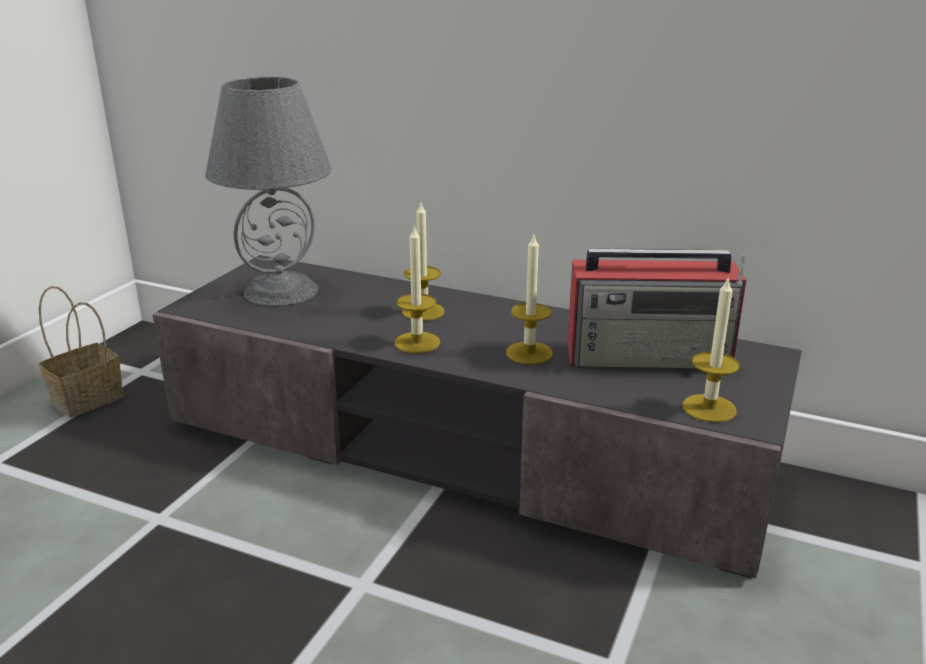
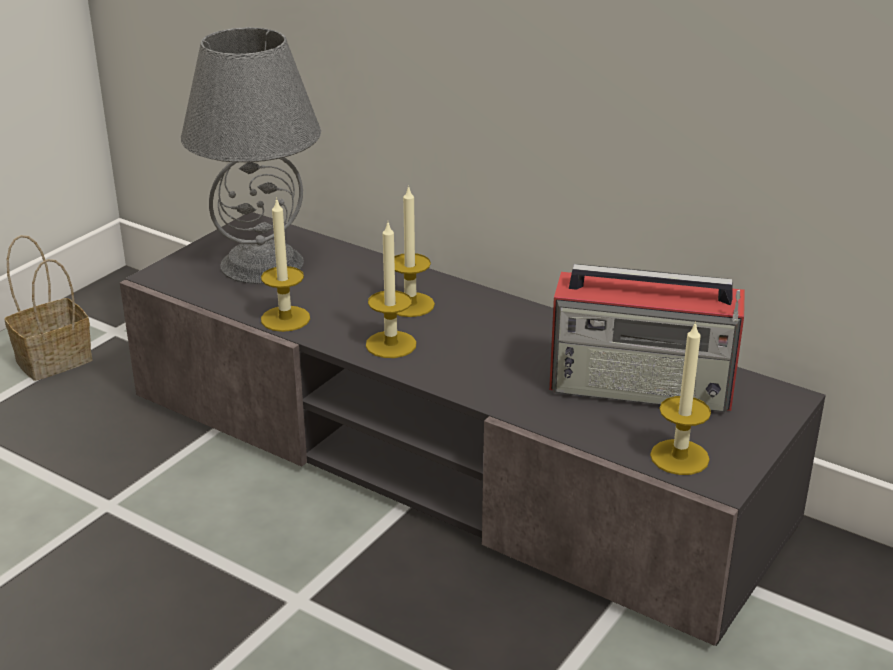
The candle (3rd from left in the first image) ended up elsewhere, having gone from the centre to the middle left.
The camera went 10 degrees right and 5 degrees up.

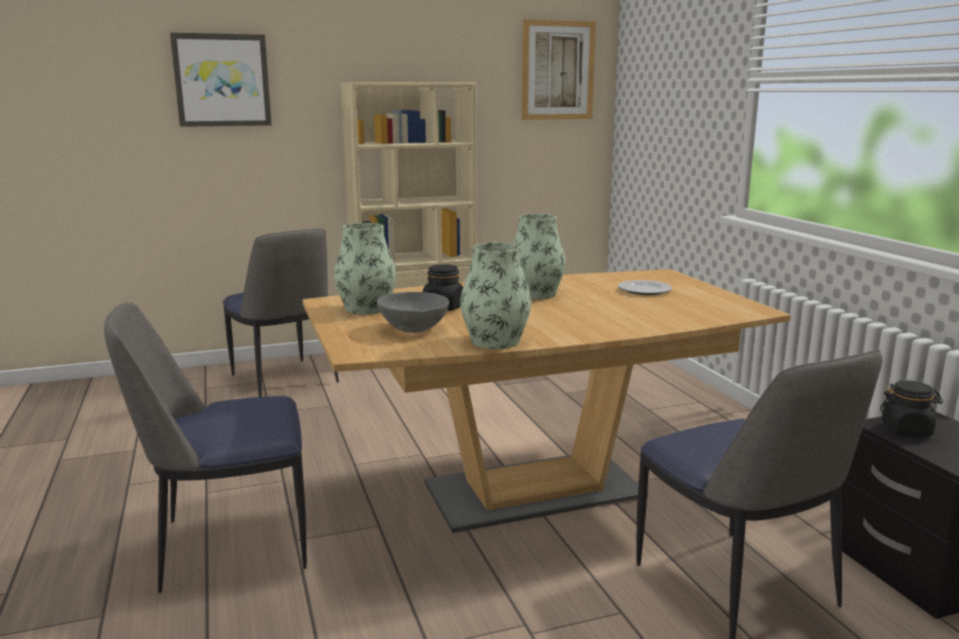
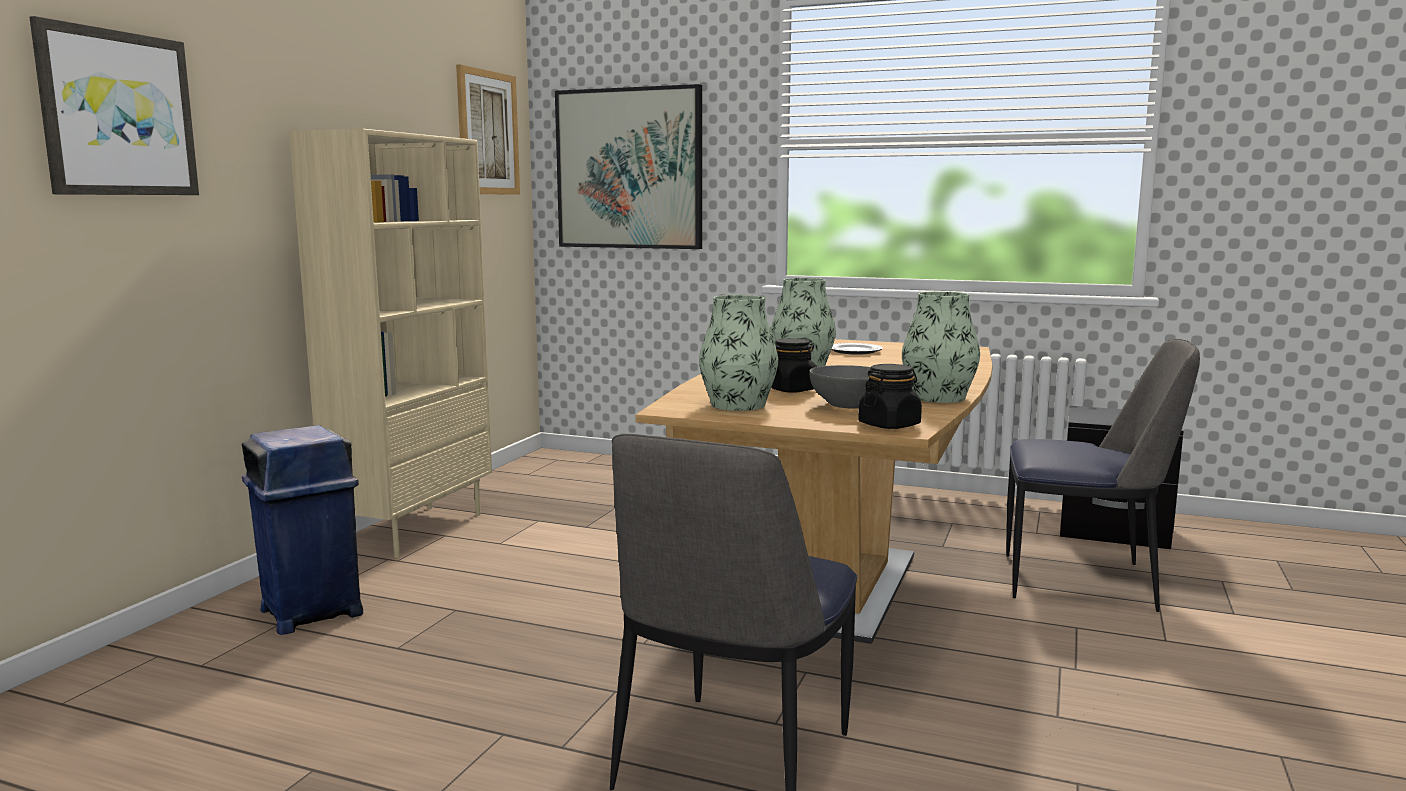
Where the chair (2nd from left) stood at the middle left, the trash can/blue came to stand at the bottom left.
The second view gained the picture (3rd from left) at the top centre.
The jar/black (2nd from left) ended up elsewhere, having gone from the middle right to the centre.
The camera went 50 degrees left and 5 degrees down.

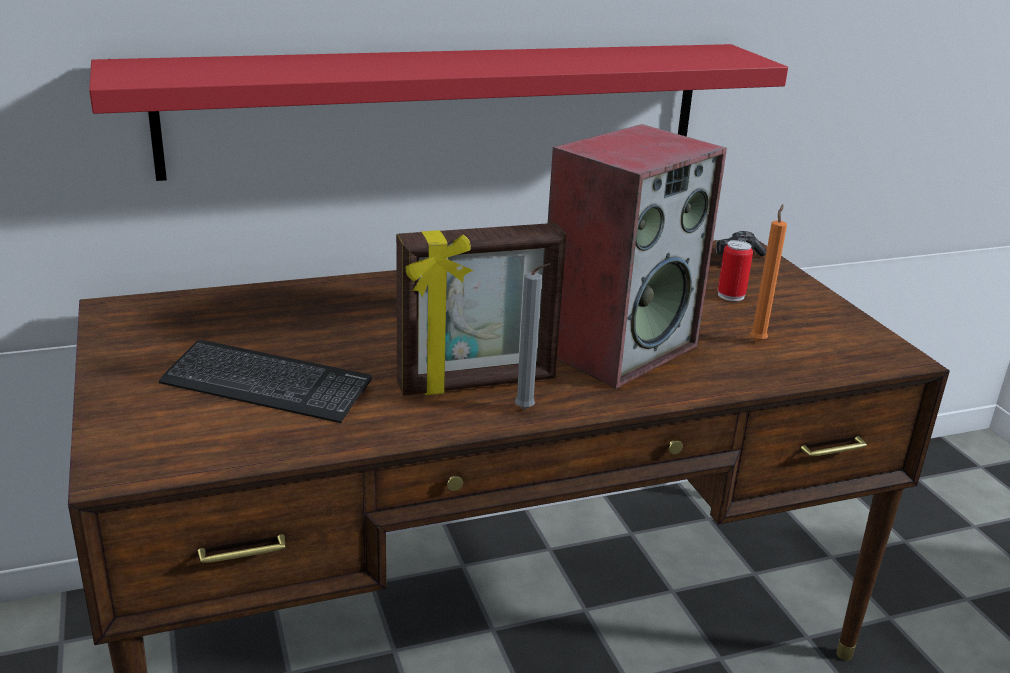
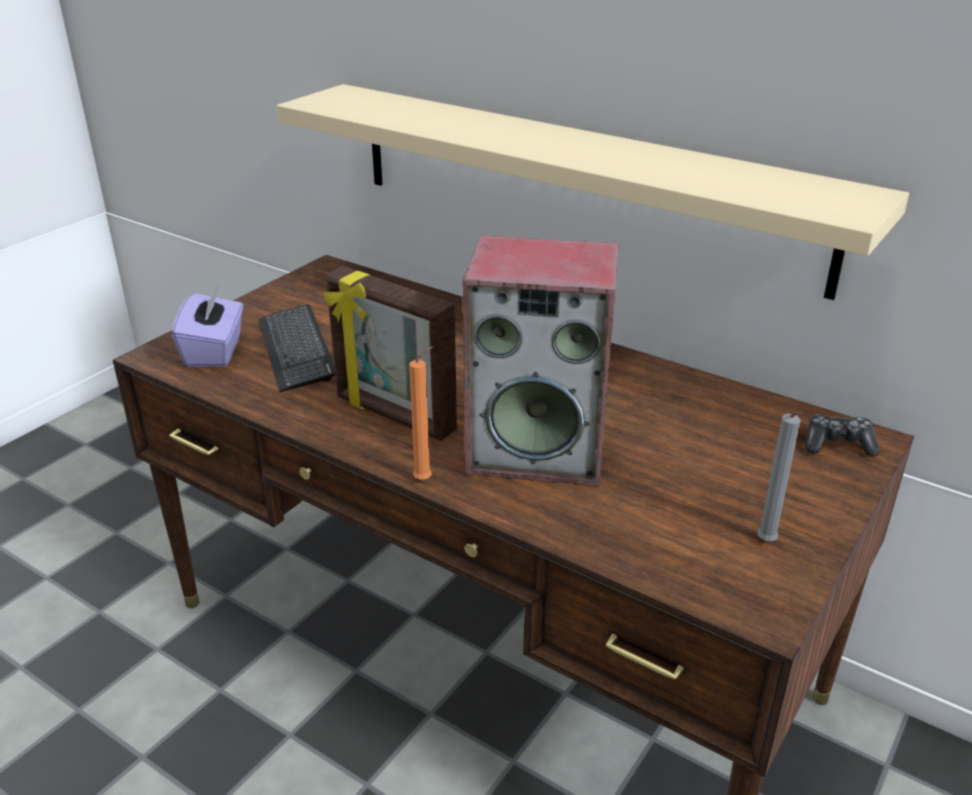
The second view gained the tissue box/purple at the middle left.
What was the shelf/red at the top centre turned into the shelf/beige at the top centre.
The candle/orange ended up elsewhere, having gone from the middle right to the centre.
The candle/grey ended up elsewhere, having gone from the centre to the middle right.
The second view lost the can at the middle right.
The camera went 55 degrees right and 5 degrees up.

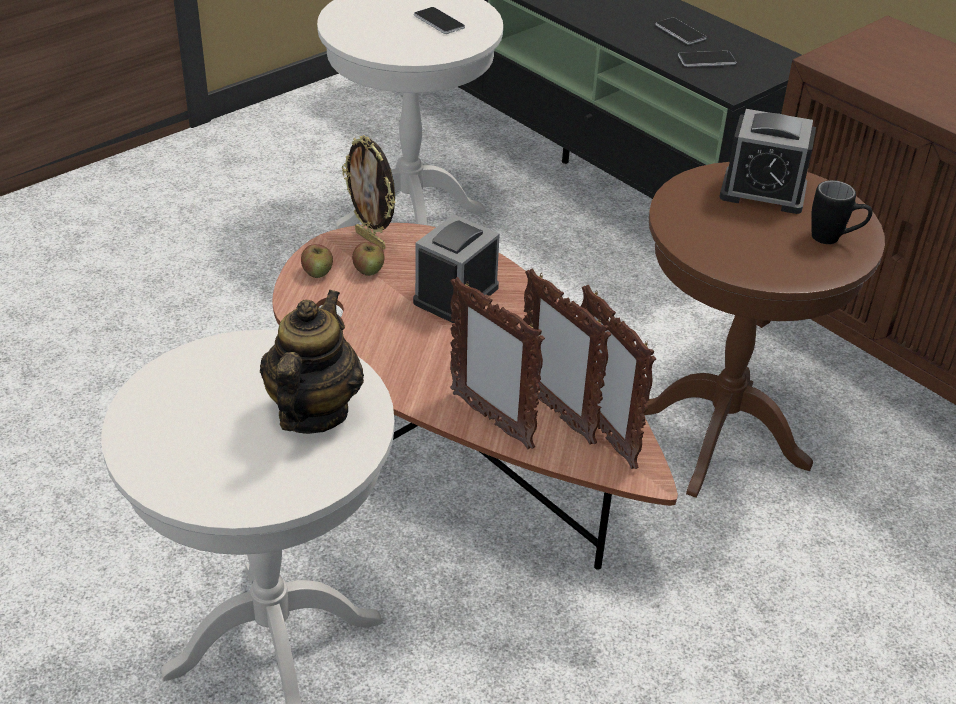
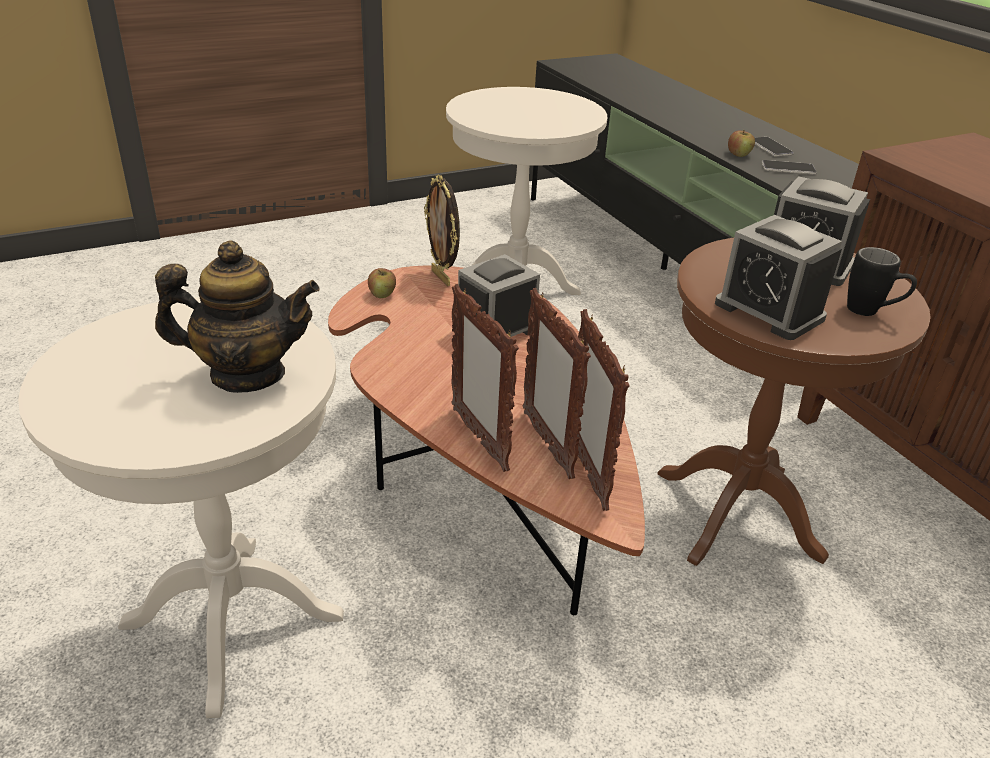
The teapot at the middle left ended up facing another way, 60 degrees clockwise from before.
The second view gained the alarm clock (2nd from left) at the middle right.
The apple (2nd from left) ended up elsewhere, having gone from the centre to the top right.
The second view lost the phone (1st from left) at the top centre.
The camera went 15 degrees right and 5 degrees down.

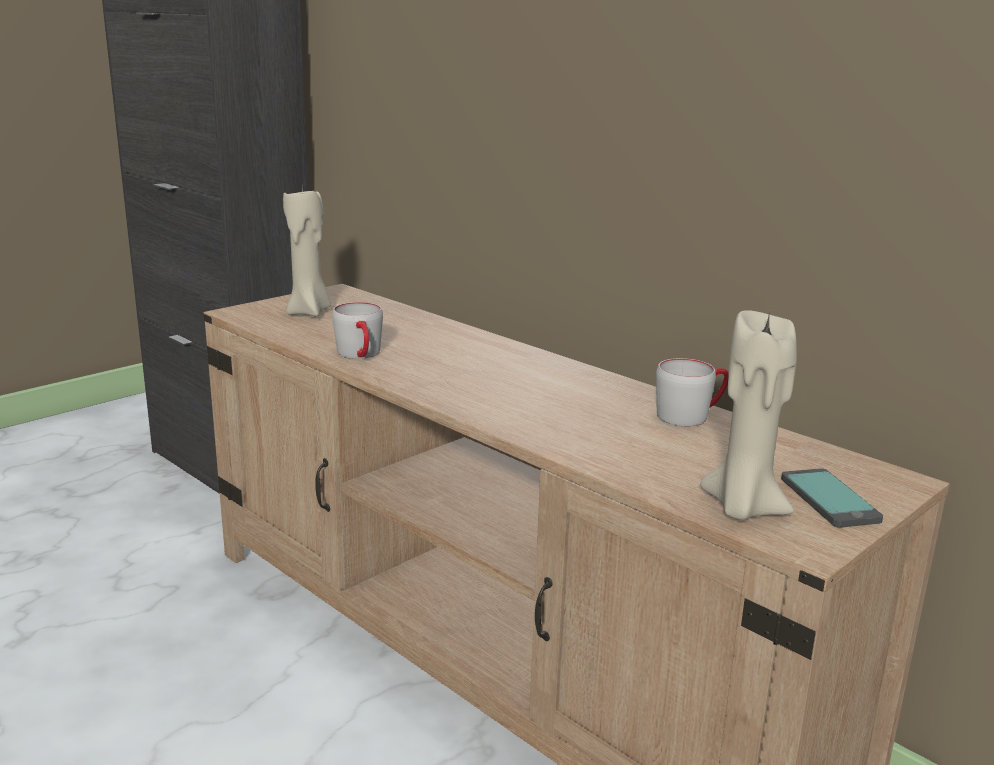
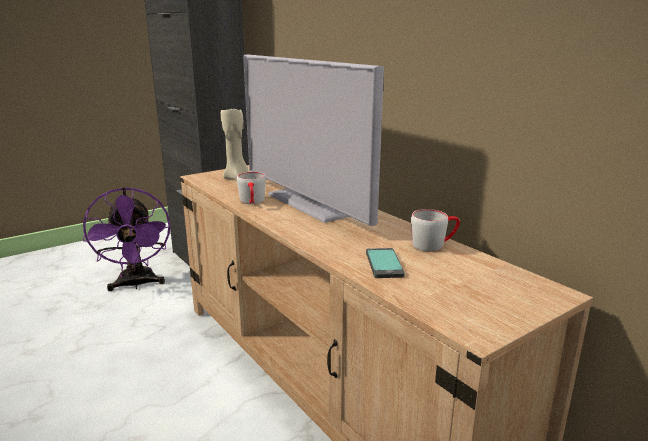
The second view gained the fan/purple at the middle left.
The second view gained the television at the top centre.
The phone ended up elsewhere, having gone from the middle right to the centre.
The second view lost the candle/beige (2nd from left) at the middle right.
The camera went 10 degrees right and 0 degrees up.

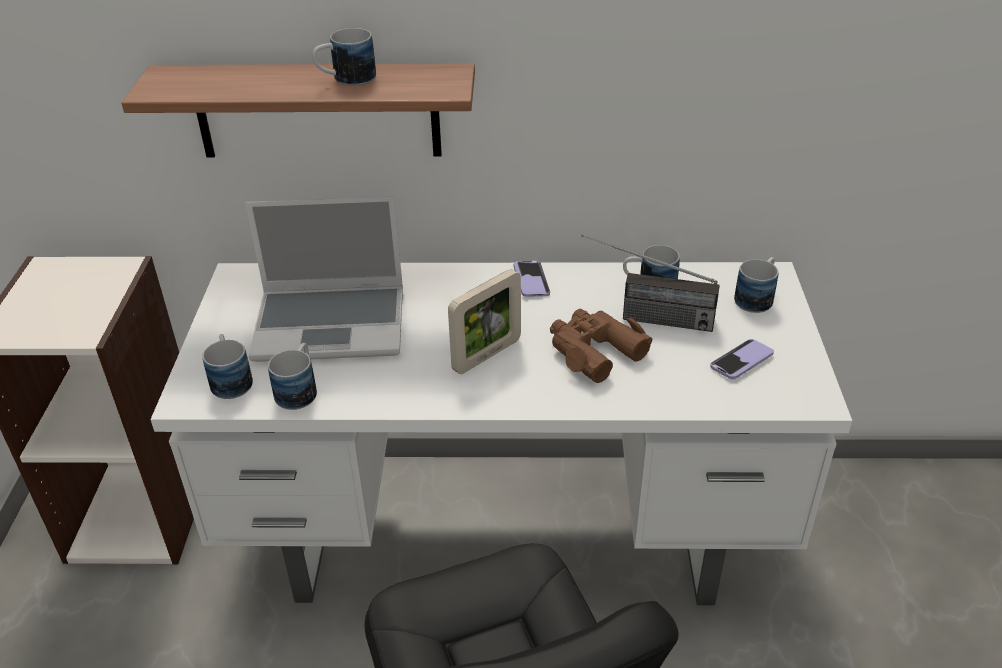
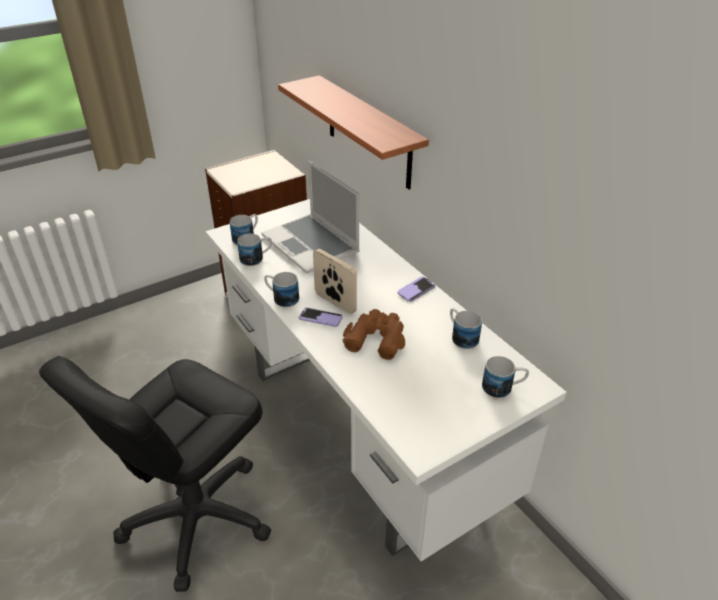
The mug (3rd from left) ended up elsewhere, having gone from the top centre to the centre.
The phone (2nd from left in the first image) ended up elsewhere, having gone from the middle right to the centre.
The picture frame at the centre ended up facing another way, 150 degrees counterclockwise from before.
The second view lost the radio at the centre.
The camera went 55 degrees right and 0 degrees up.

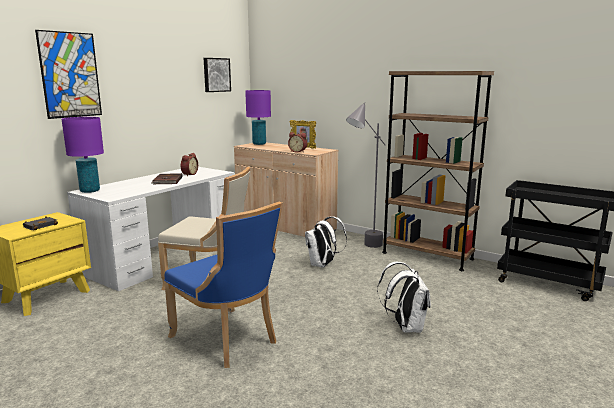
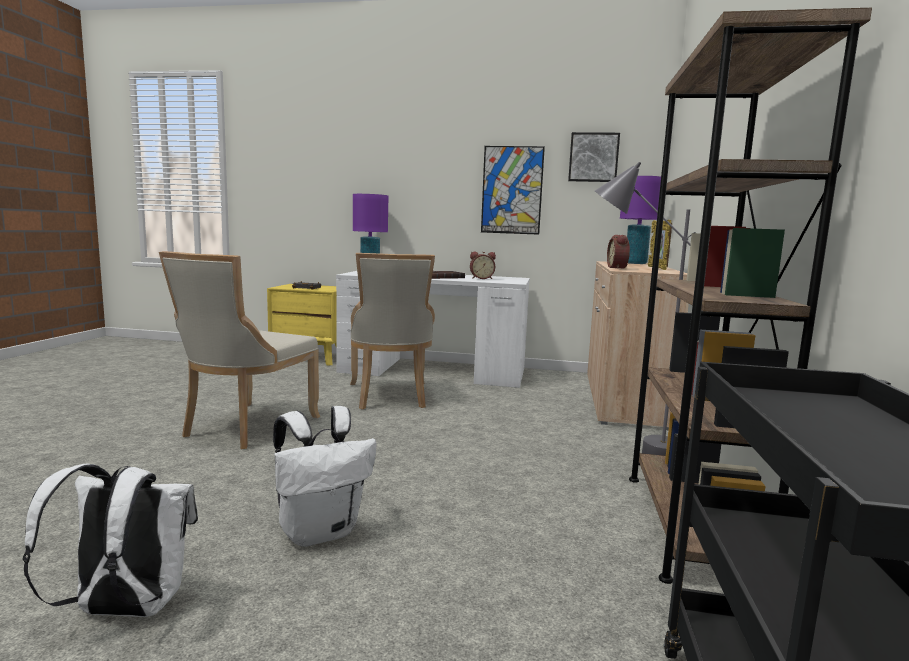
The backpack/white (1st from left) ended up elsewhere, having gone from the centre to the bottom left.
What was the chair/blue at the bottom centre turned into the chair/beige (1st from left) at the middle left.
The picture (1st from left) ended up elsewhere, having gone from the top left to the top centre.
The camera went 65 degrees right and 5 degrees down.

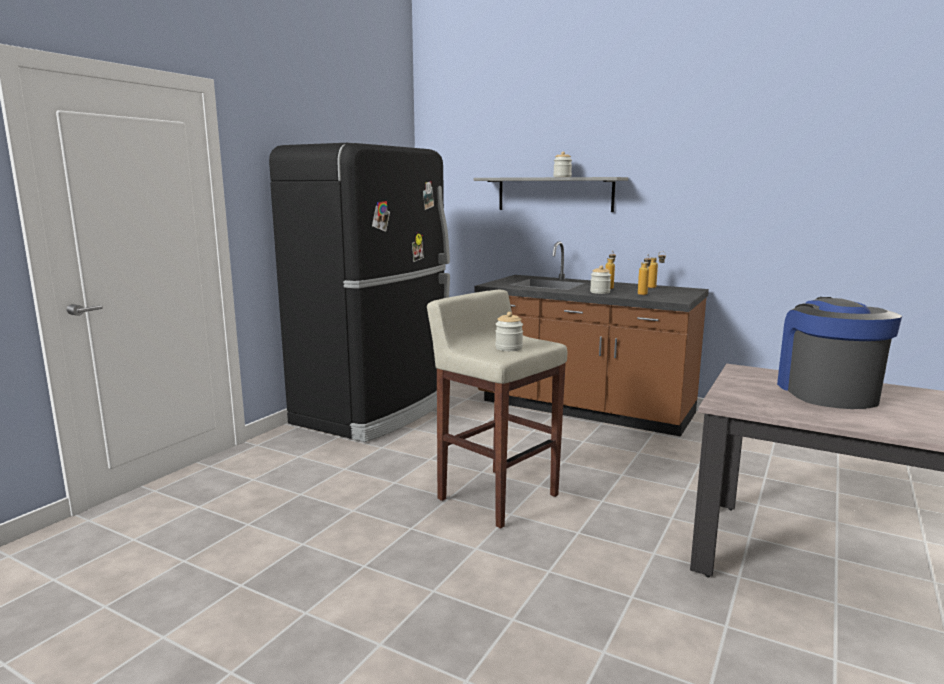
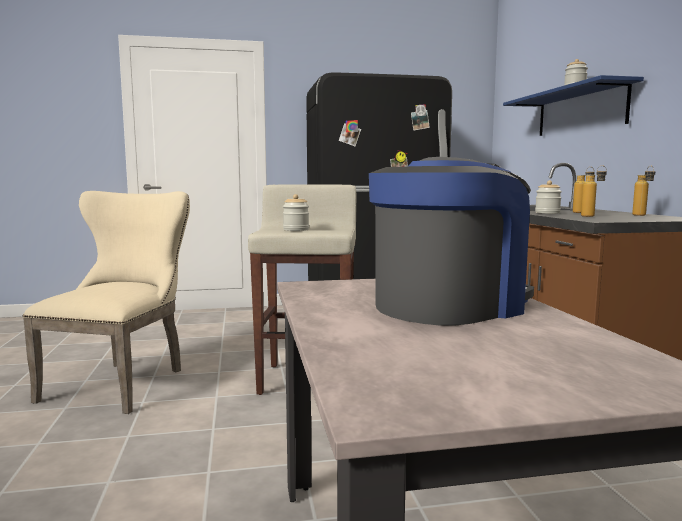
The second view gained the chair/beige at the middle left.
What was the shelf/grey at the top centre turned into the shelf/blue at the top right.
The camera went 50 degrees right and 5 degrees down.

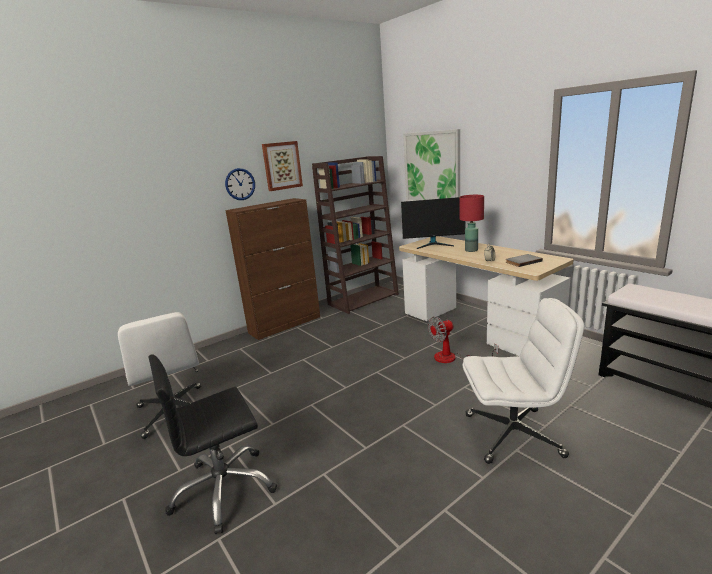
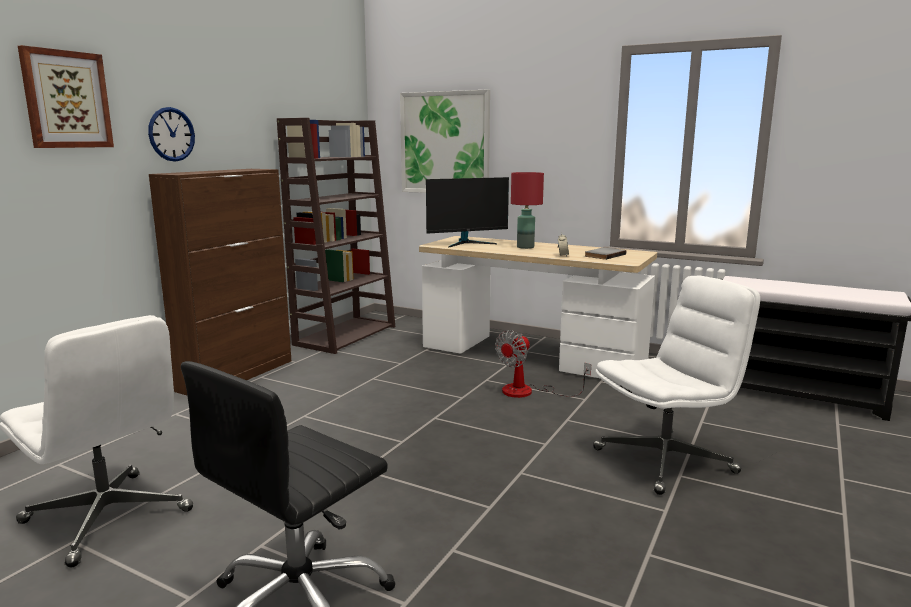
The picture (1st from left) ended up elsewhere, having gone from the top centre to the top left.
The camera went 25 degrees left and 5 degrees down.

